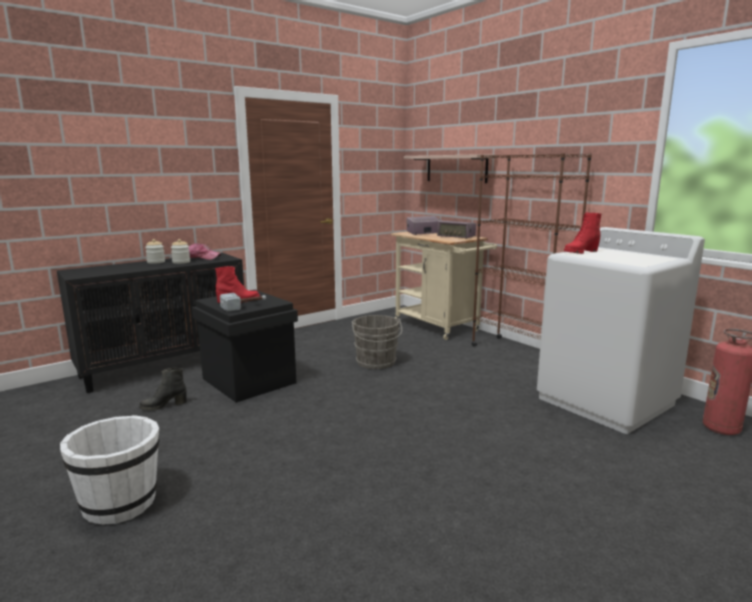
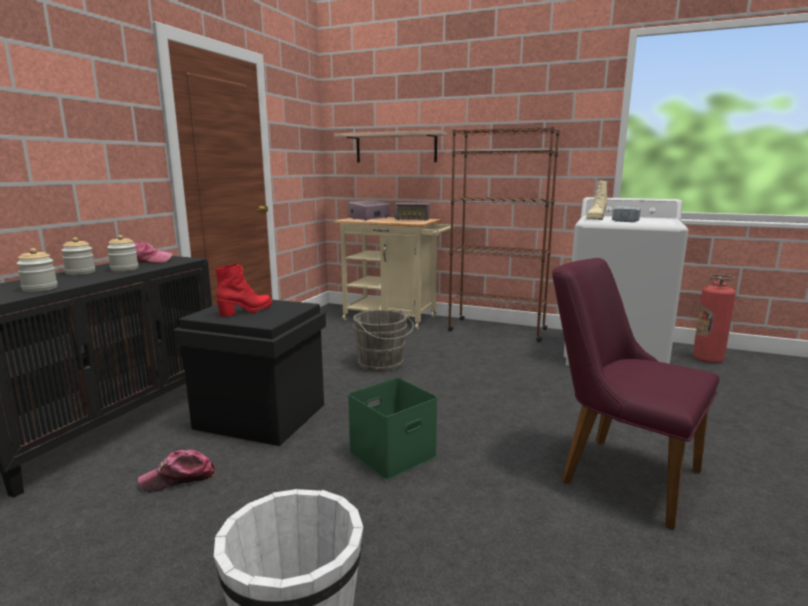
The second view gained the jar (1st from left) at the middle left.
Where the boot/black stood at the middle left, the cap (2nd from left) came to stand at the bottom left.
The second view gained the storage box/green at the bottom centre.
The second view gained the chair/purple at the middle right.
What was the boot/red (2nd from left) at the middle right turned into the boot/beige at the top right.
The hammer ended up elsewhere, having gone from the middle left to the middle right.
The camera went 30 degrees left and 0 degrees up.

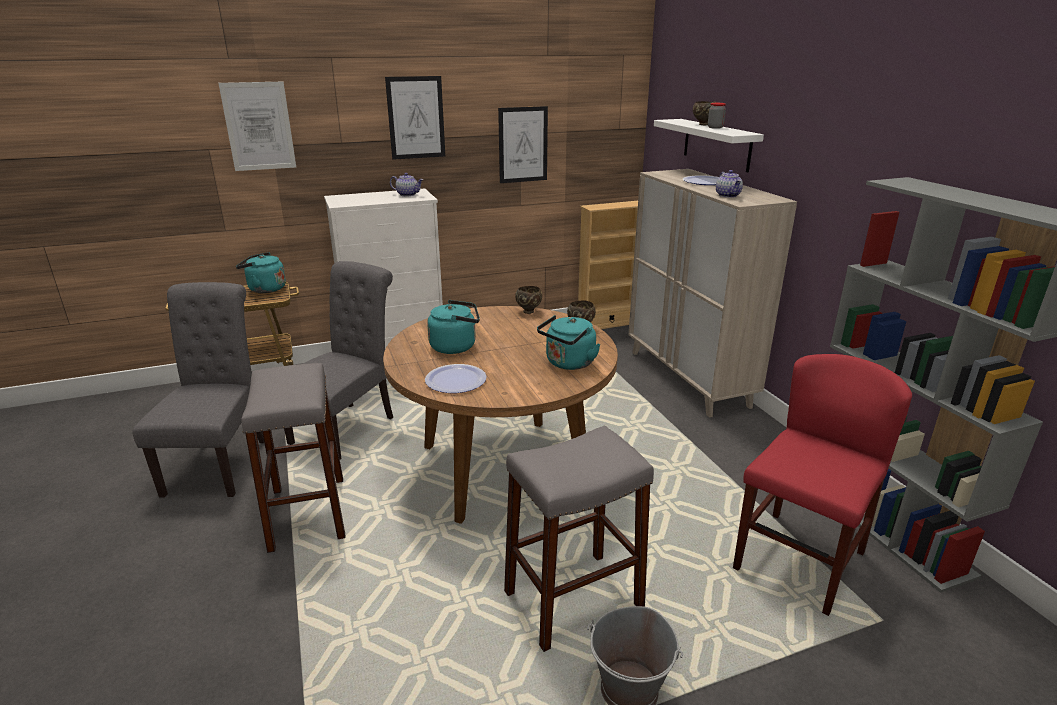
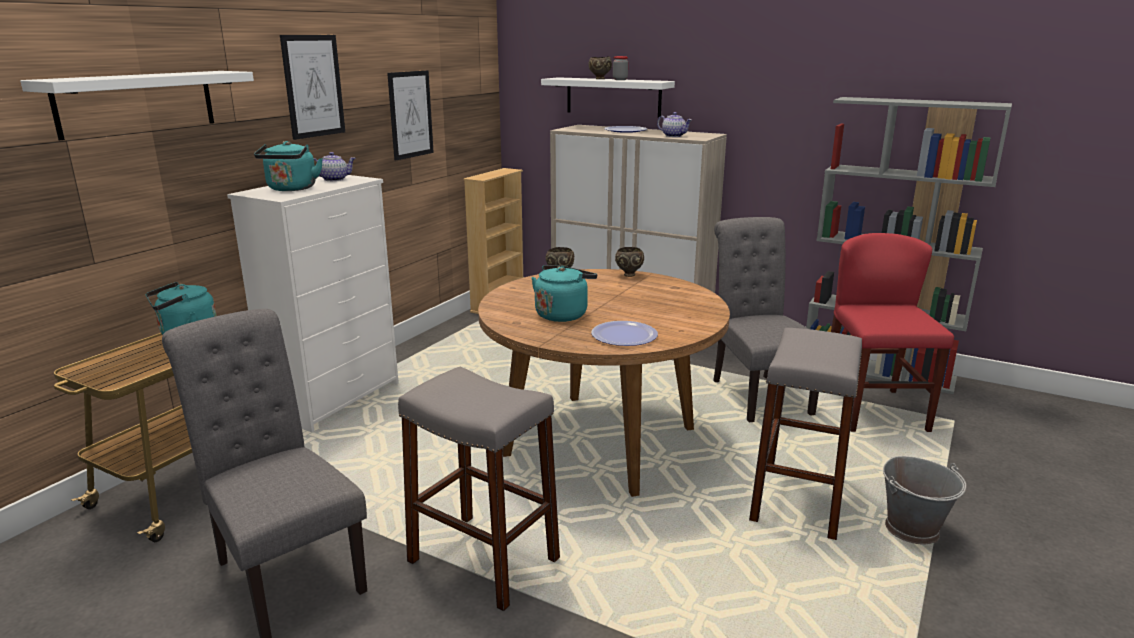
Where the picture (1st from left) hung at the top left, the shelf/white (1st from left) came to hang at the top left.
The kettle/turquoise (3rd from left in the first image) ended up elsewhere, having gone from the centre to the top left.
The chair/grey (2nd from left) ended up elsewhere, having gone from the middle left to the middle right.
The camera went 40 degrees left and 5 degrees down.

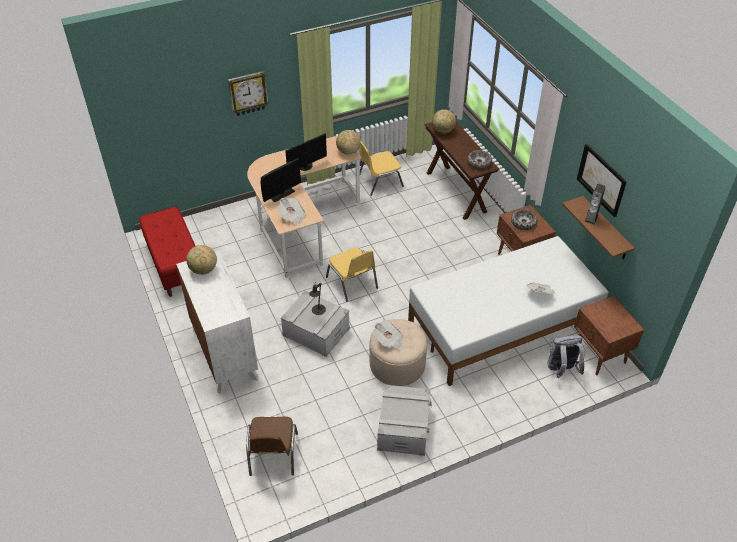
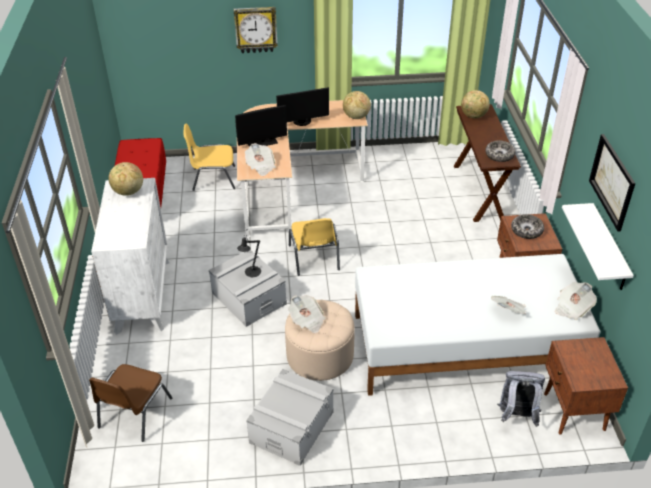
The chair/yellow (2nd from left in the first image) ended up elsewhere, having gone from the top centre to the top left.
The second view gained the newspaper (4th from left) at the middle right.
What was the shelf/brown at the middle right turned into the shelf/white at the middle right.
The second view lost the speaker at the middle right.
The camera went 20 degrees right and 5 degrees down.

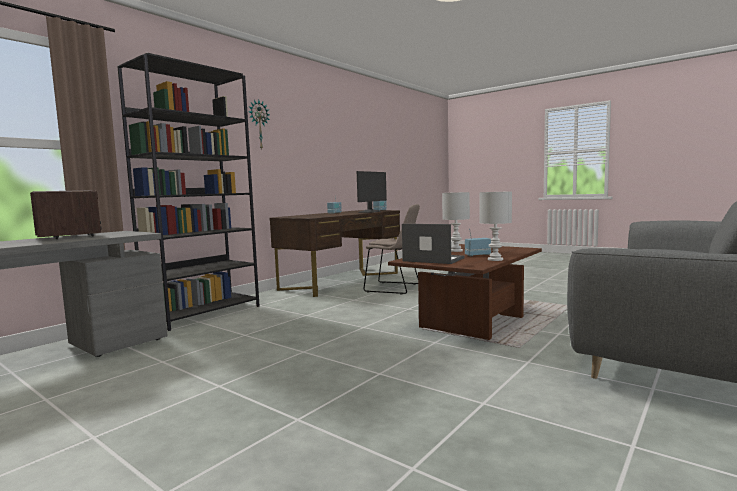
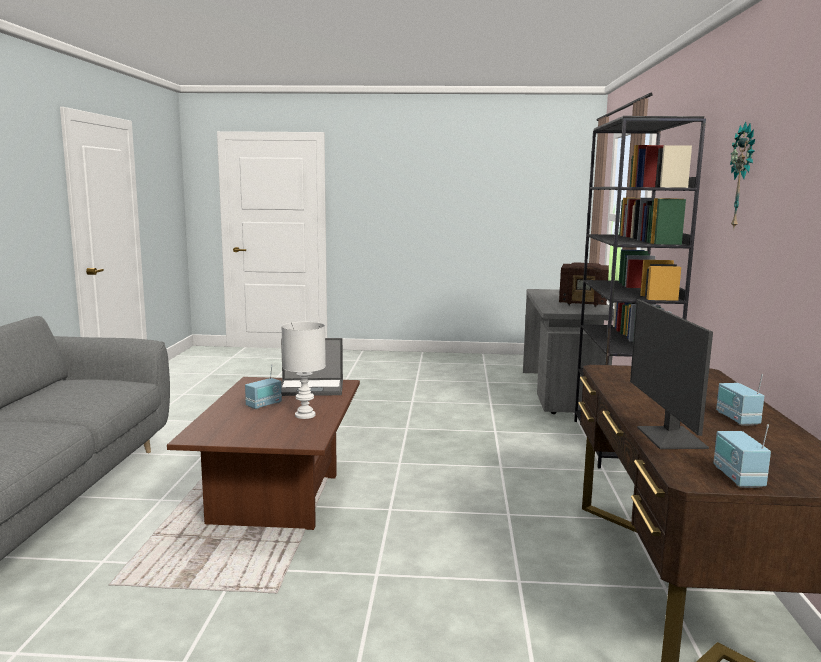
The second view lost the chair/beige at the centre.
The second view lost the table lamp/white (2nd from left) at the middle right.
The camera went 145 degrees right and 5 degrees up.

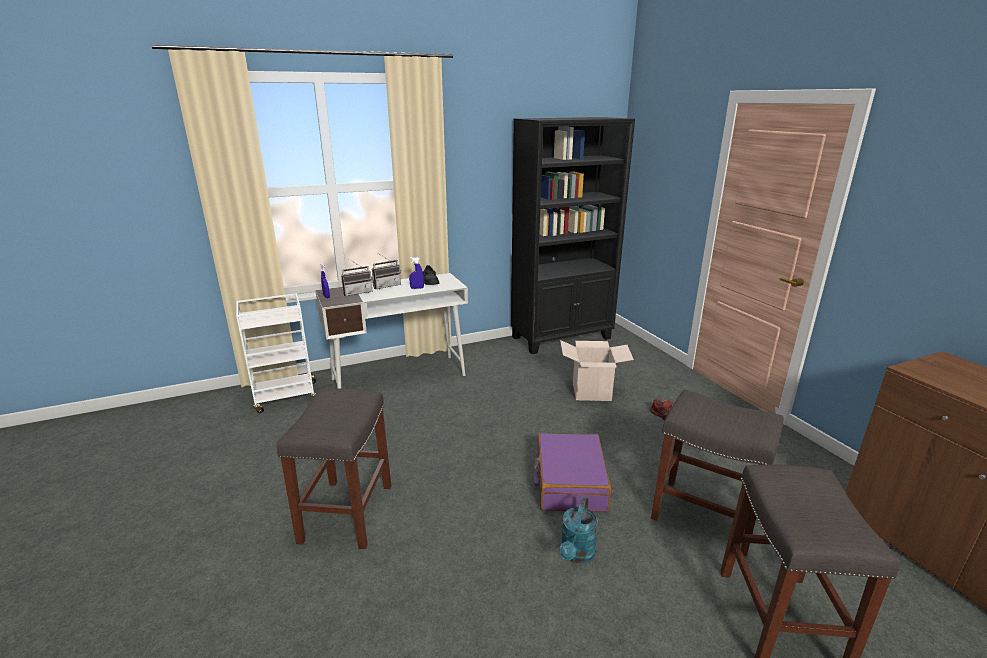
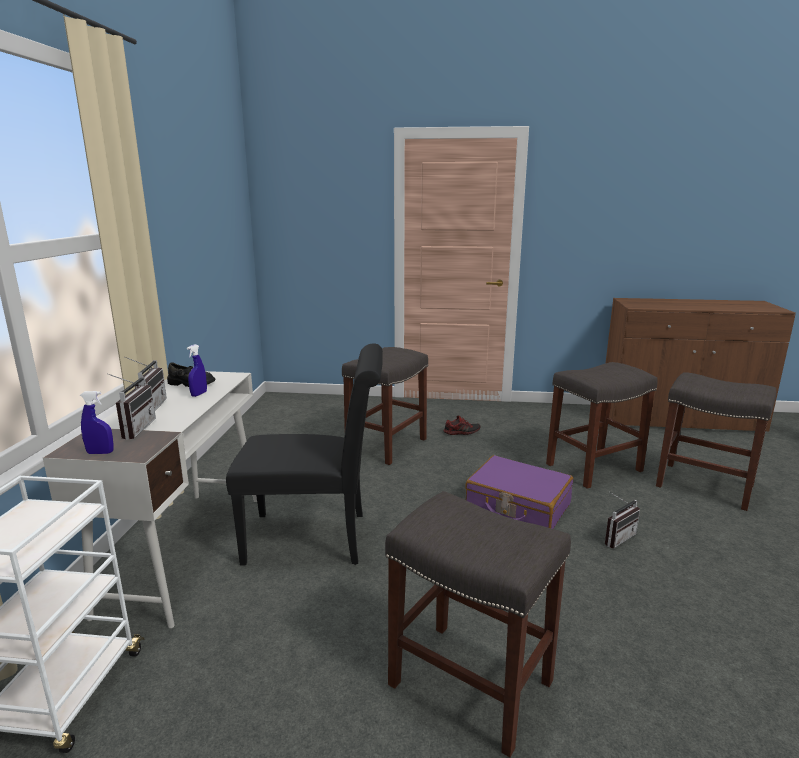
The second view gained the chair/black at the centre.
Where the cardboard box stood at the centre, the stool/grey (1st from left) came to stand at the centre.
Where the watering can/turquoise stood at the bottom centre, the radio (3rd from left) came to stand at the bottom right.
The second view lost the bookcase/black at the centre.
The camera went 60 degrees left and 5 degrees down.

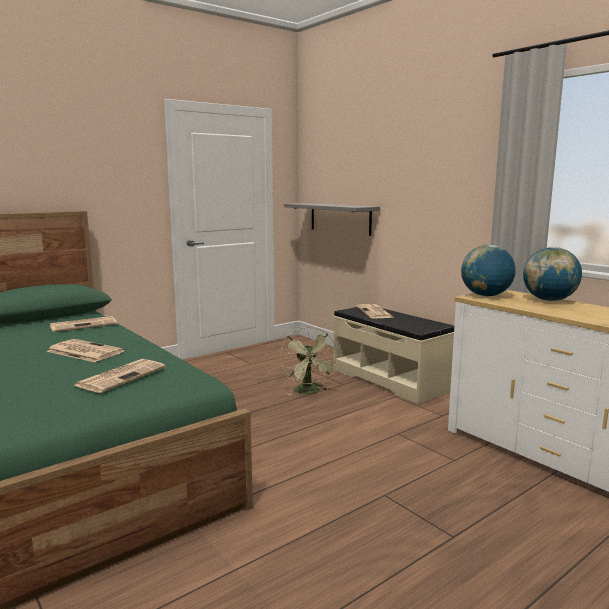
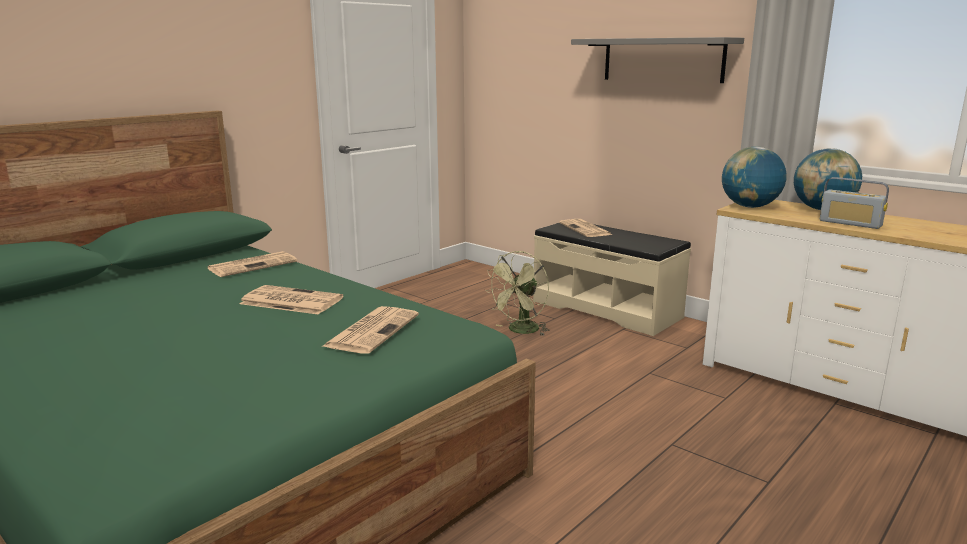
The fan/green at the centre ended up facing another way, 60 degrees clockwise from before.
The shelf/grey ended up elsewhere, having gone from the centre to the top right.
The second view gained the radio at the middle right.
The camera went 10 degrees left and 5 degrees up.

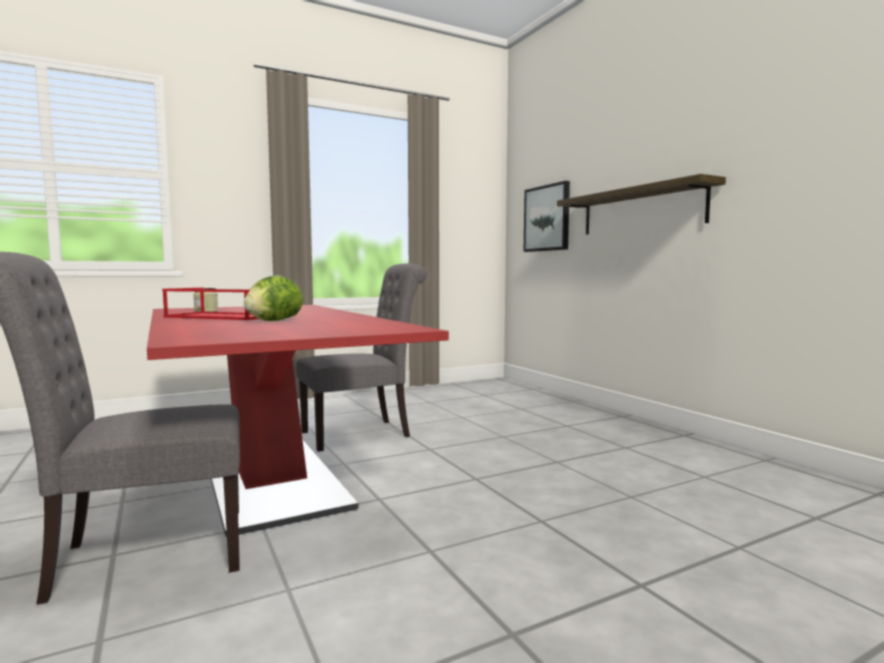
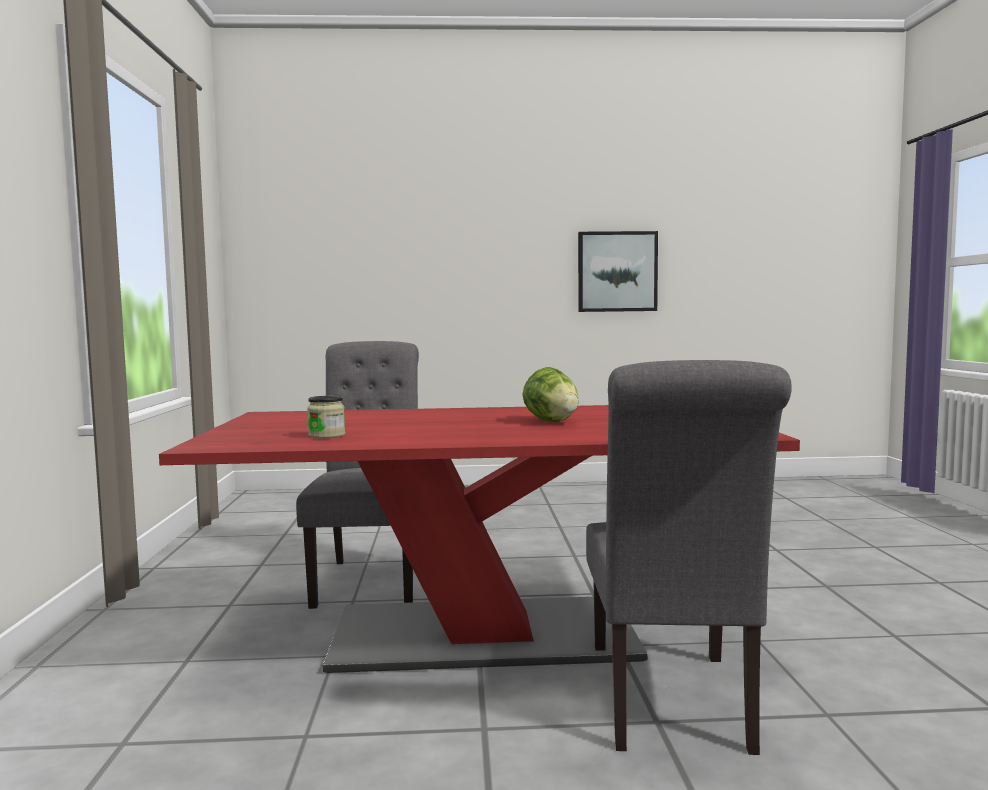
The picture ended up elsewhere, having gone from the top centre to the centre.
The second view lost the tray/red at the middle left.
The second view lost the shelf at the top right.
The camera went 65 degrees left and 0 degrees up.

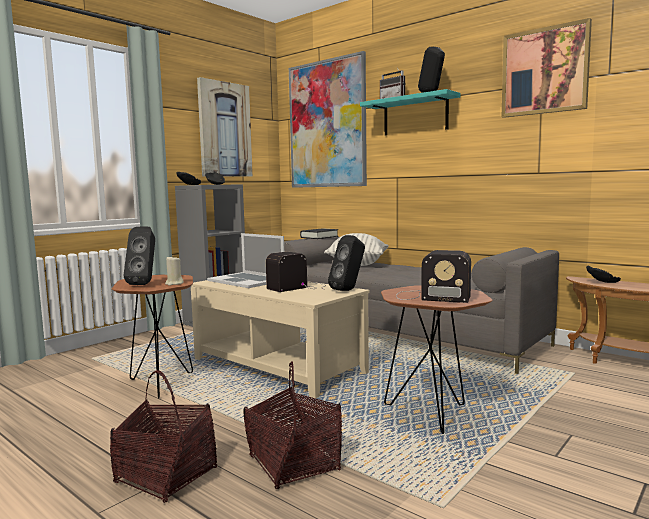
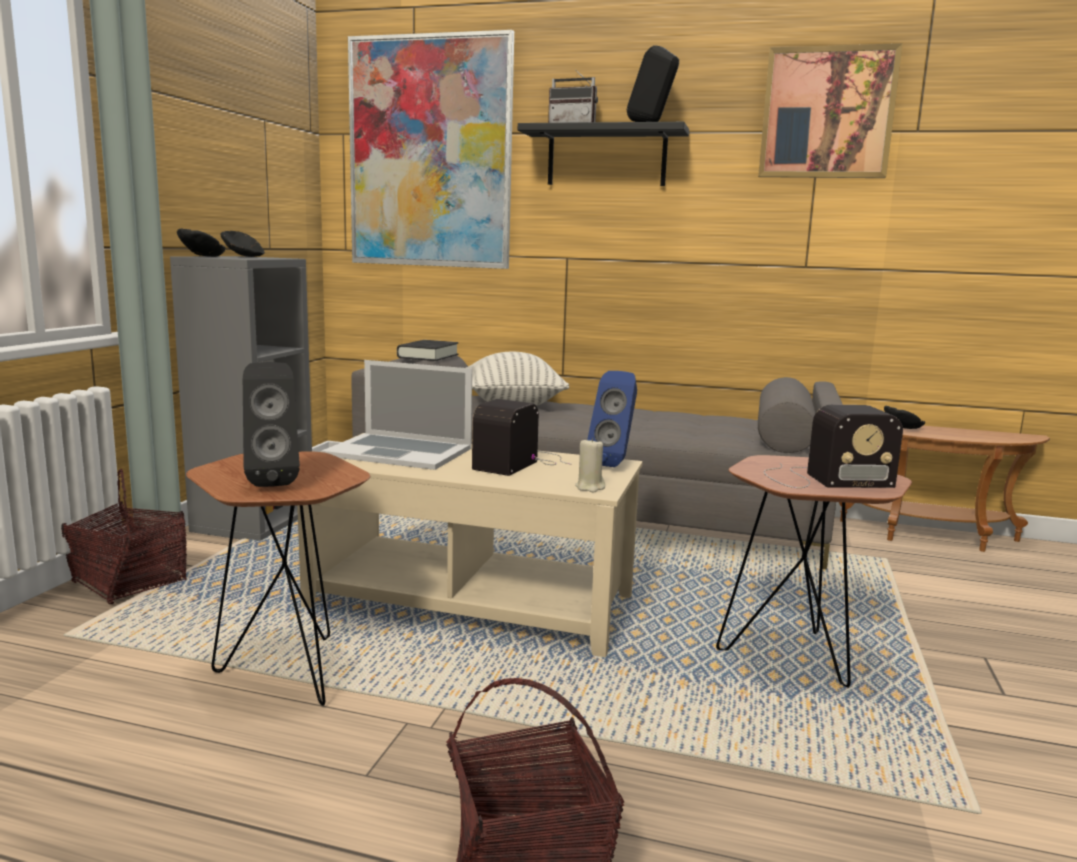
The basket (2nd from left in the first image) ended up elsewhere, having gone from the bottom centre to the middle left.
What was the shelf/turquoise at the top centre turned into the shelf/black at the top centre.
The candle/beige ended up elsewhere, having gone from the middle left to the centre.
What was the speaker/black (2nd from left) at the centre turned into the speaker/blue at the centre.
The second view lost the picture (1st from left) at the top centre.
The camera went 25 degrees left and 5 degrees up.

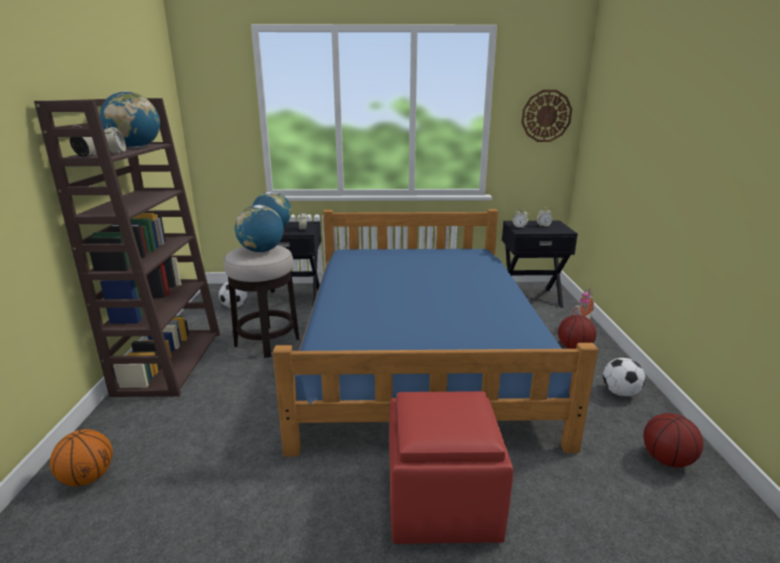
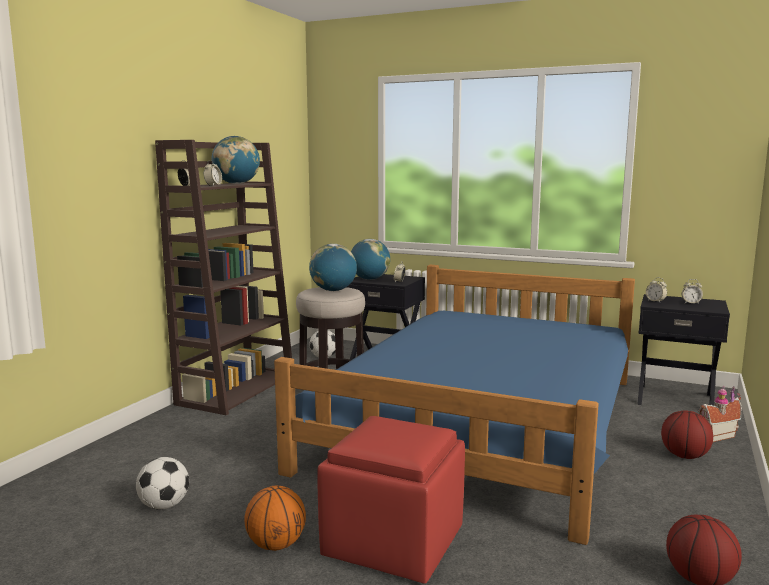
The football (2nd from left in the first image) ended up elsewhere, having gone from the bottom right to the bottom left.
The basketball (1st from left) ended up elsewhere, having gone from the bottom left to the bottom centre.
The second view lost the wall clock at the top right.
The camera went 25 degrees right and 10 degrees down.

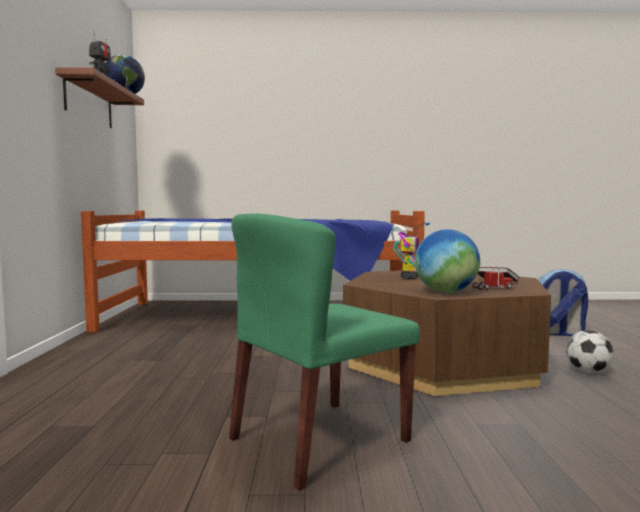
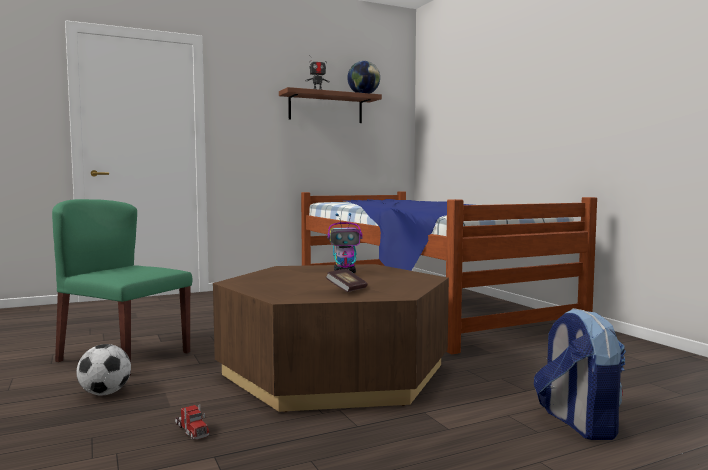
The football ended up elsewhere, having gone from the bottom right to the bottom left.
The toy truck ended up elsewhere, having gone from the middle right to the bottom left.
The second view lost the globe (2nd from left) at the middle right.
The camera went 65 degrees right and 0 degrees up.

